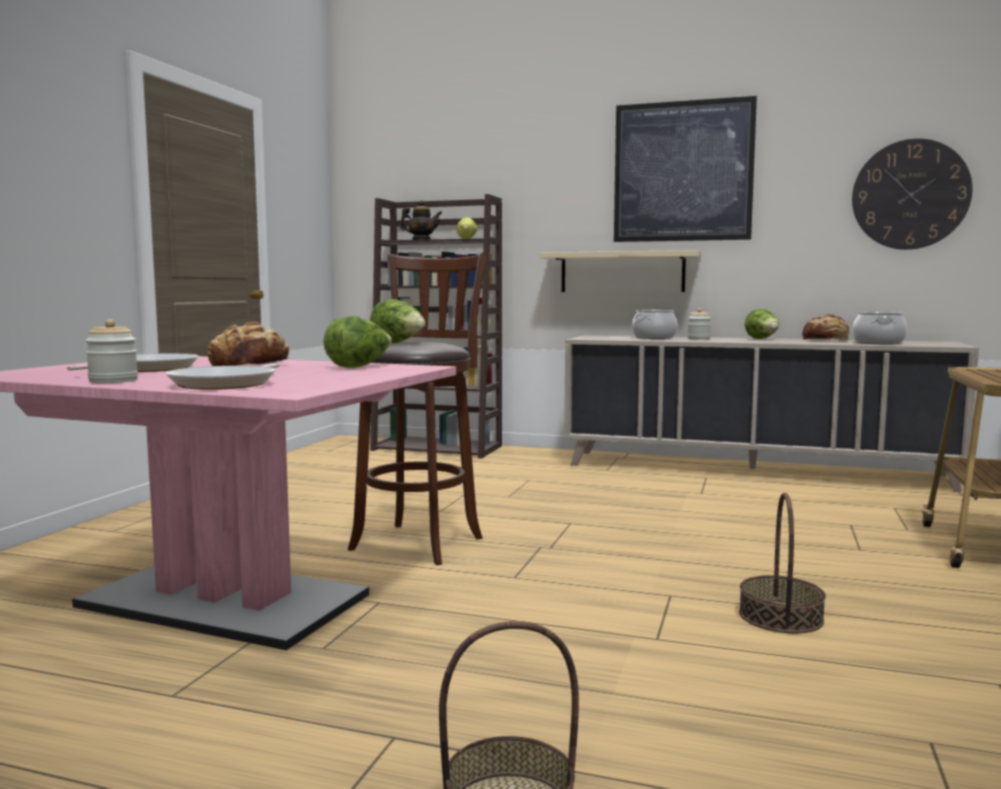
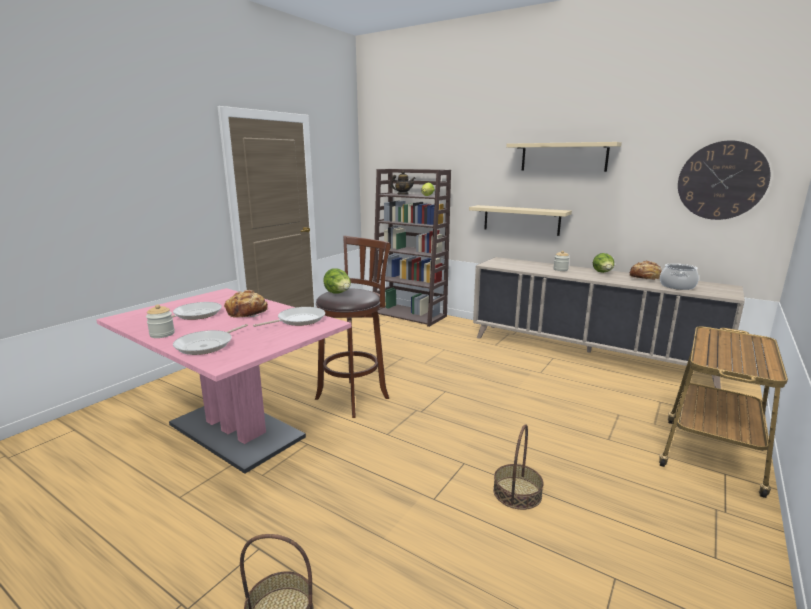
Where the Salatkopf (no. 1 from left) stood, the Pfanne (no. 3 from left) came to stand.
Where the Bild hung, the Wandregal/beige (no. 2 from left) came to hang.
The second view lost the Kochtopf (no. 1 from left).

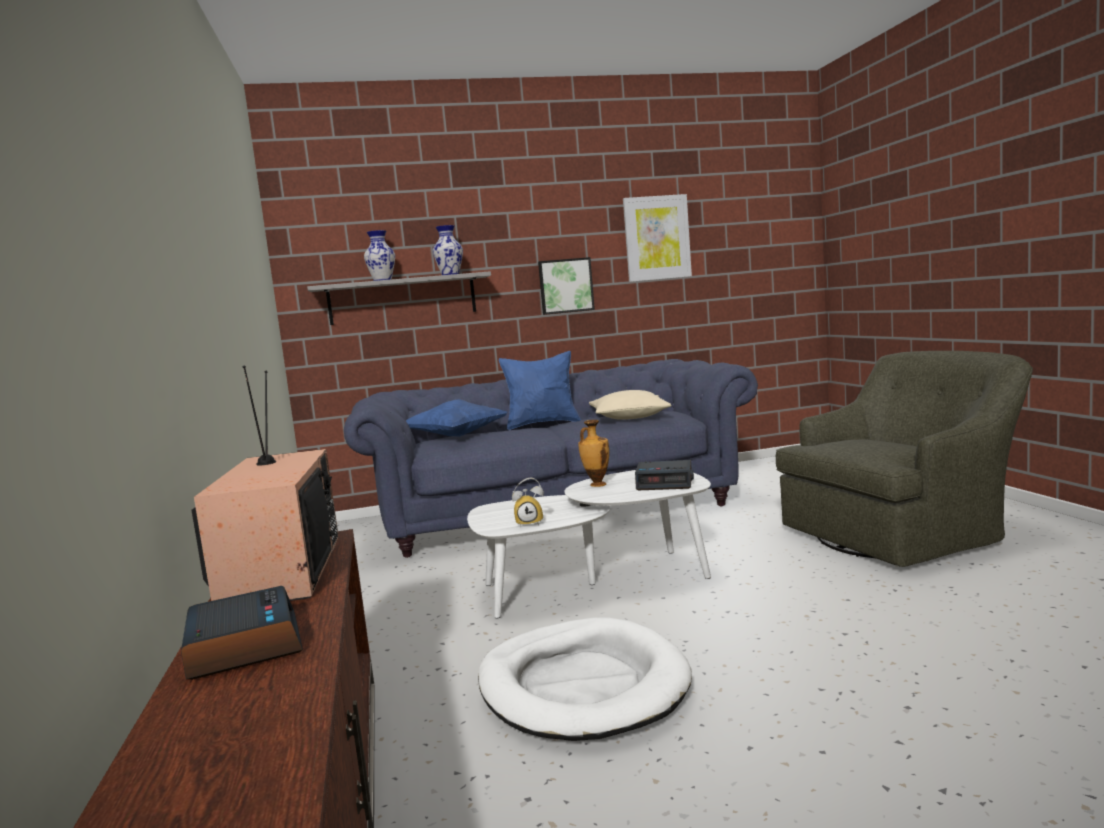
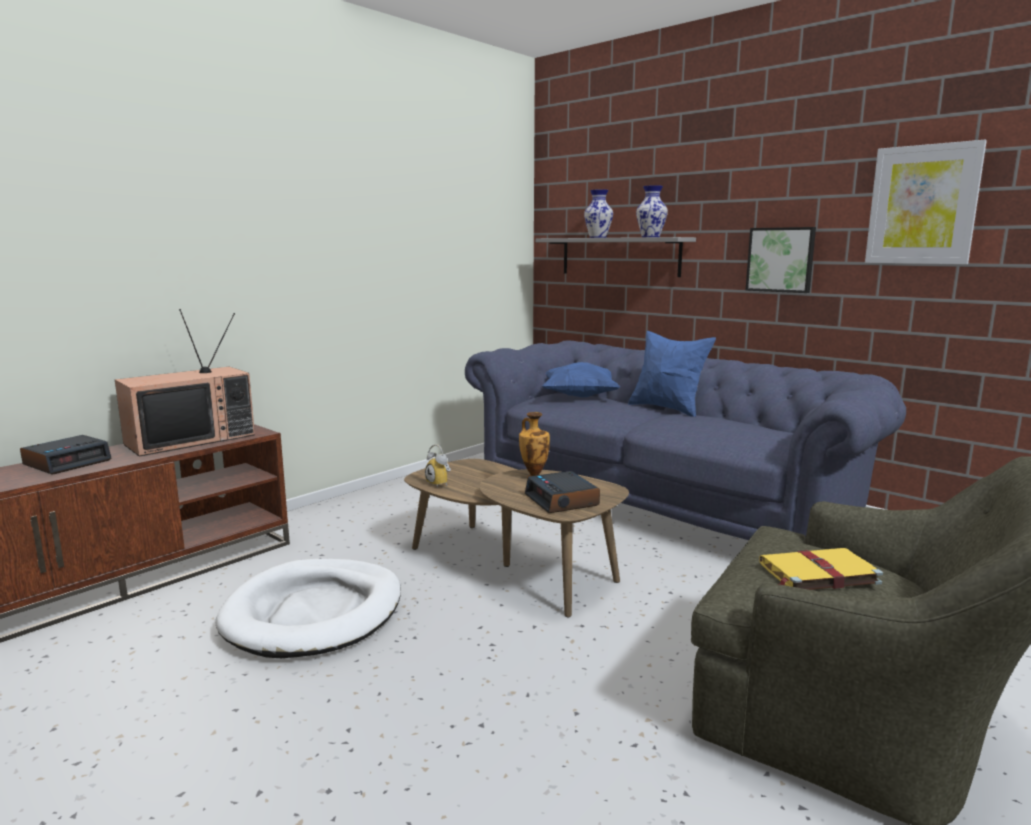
What was the Couchtisch/weiß turned into the Couchtisch/braun.
The second view gained the Buch/gelb.
The second view lost the Kissen/beige.

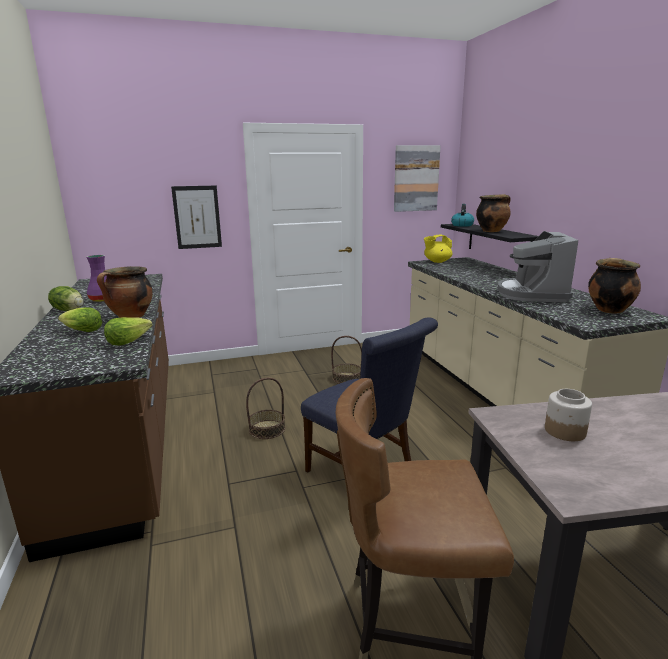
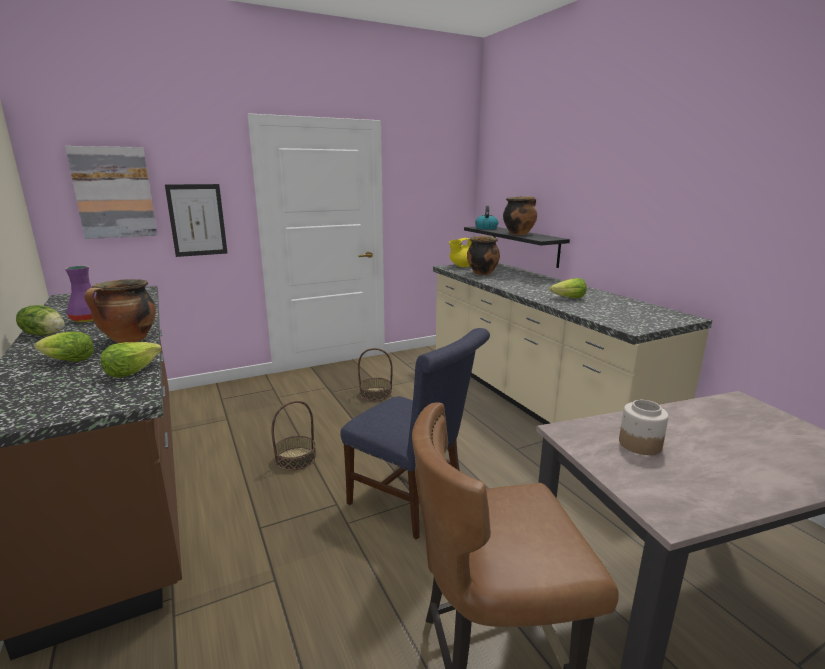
The Bild (no. 2 from left in the first image) ended up elsewhere.
The Kochtopf (no. 3 from left in the first image) ended up elsewhere.
Where the Kaffeemaschine stood, the Salatkopf (no. 4 from left) came to stand.

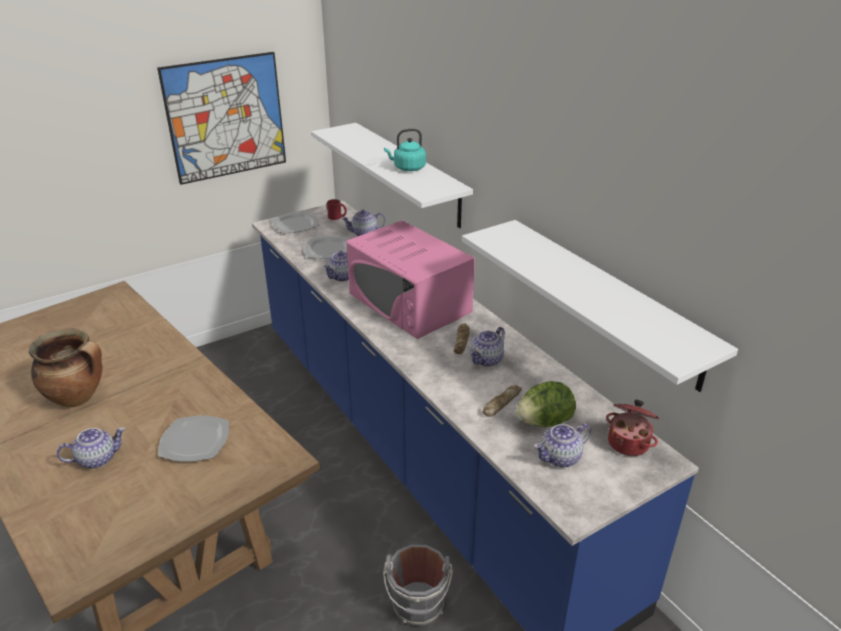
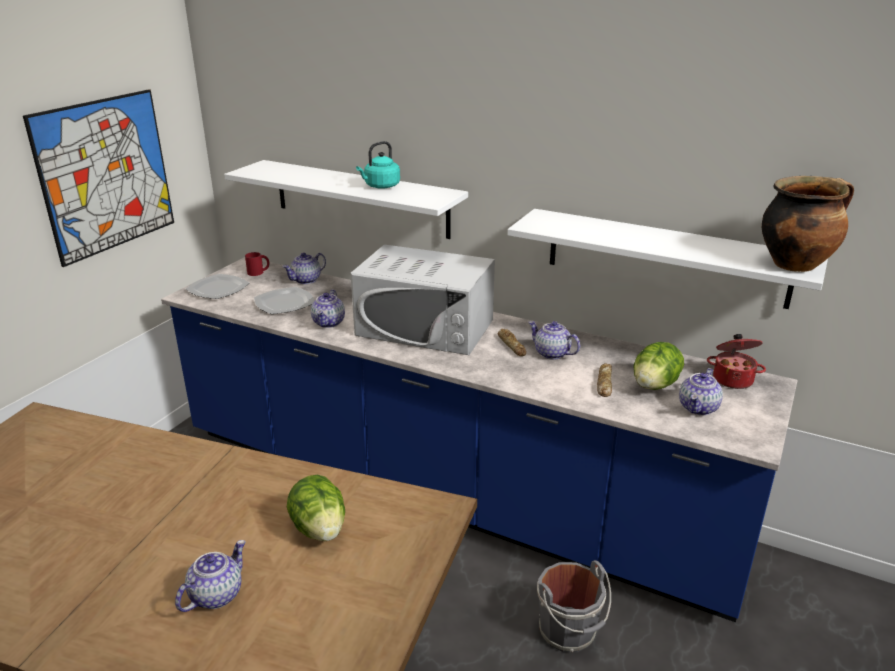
Where the Teller (no. 1 from left) stood, the Salatkopf (no. 1 from left) came to stand.
What was the Mikrowelle/rosa turned into the Mikrowelle/weiß.
The Teekanne (no. 4 from left) ended up facing another way, 120 degrees clockwise from before.
The Kochtopf (no. 1 from left in the first image) ended up elsewhere.

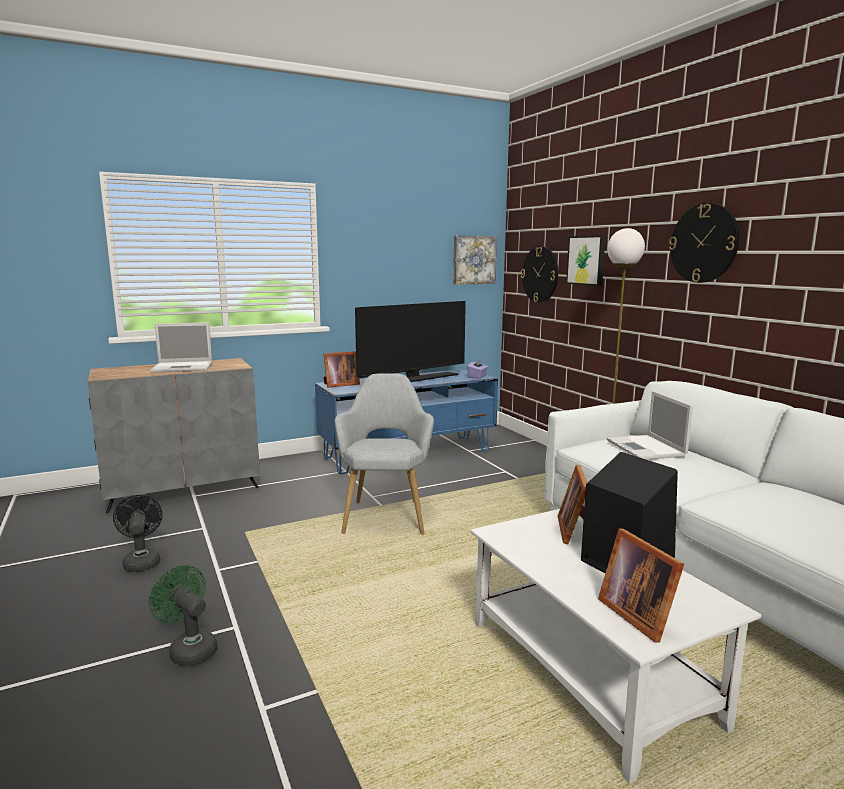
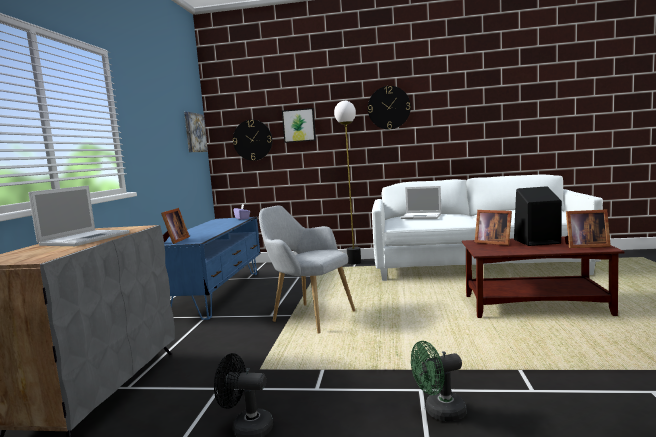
What was the Couchtisch/weiß turned into the Couchtisch/braun.
The second view lost the Fernseher.

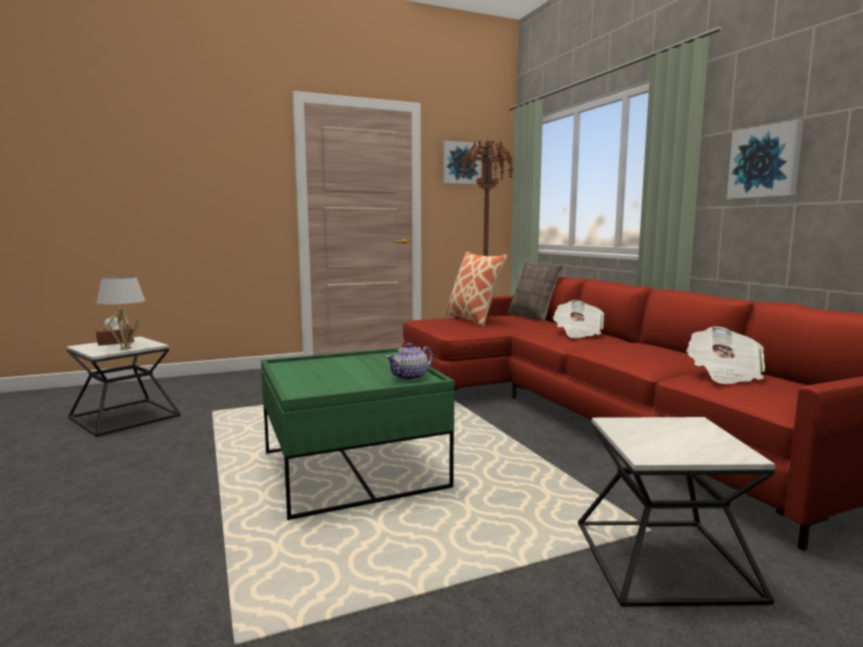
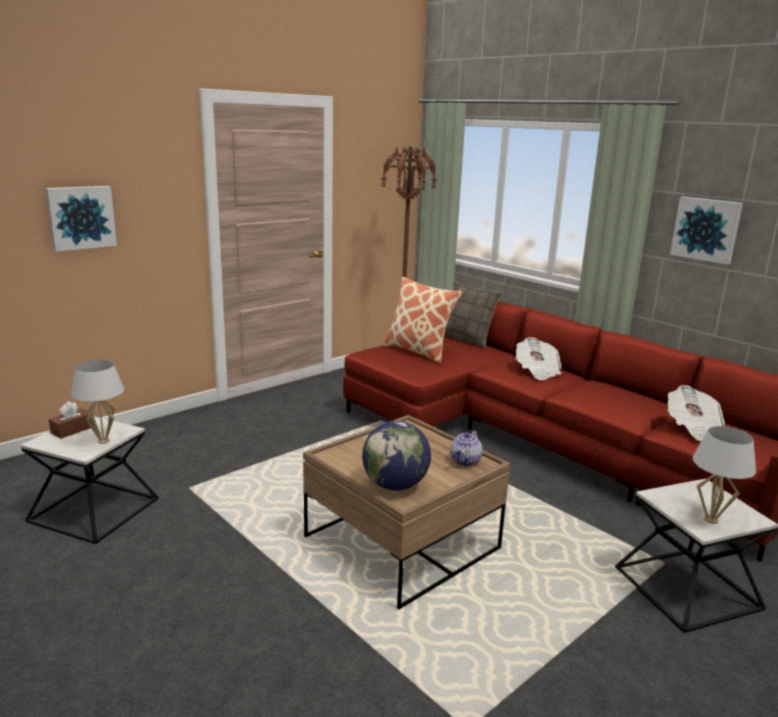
The Bild (no. 1 from left) ended up elsewhere.
What was the Couchtisch/grün turned into the Couchtisch/braun.
The second view gained the Globus.
The second view gained the Tischlampe/weiß (no. 2 from left).

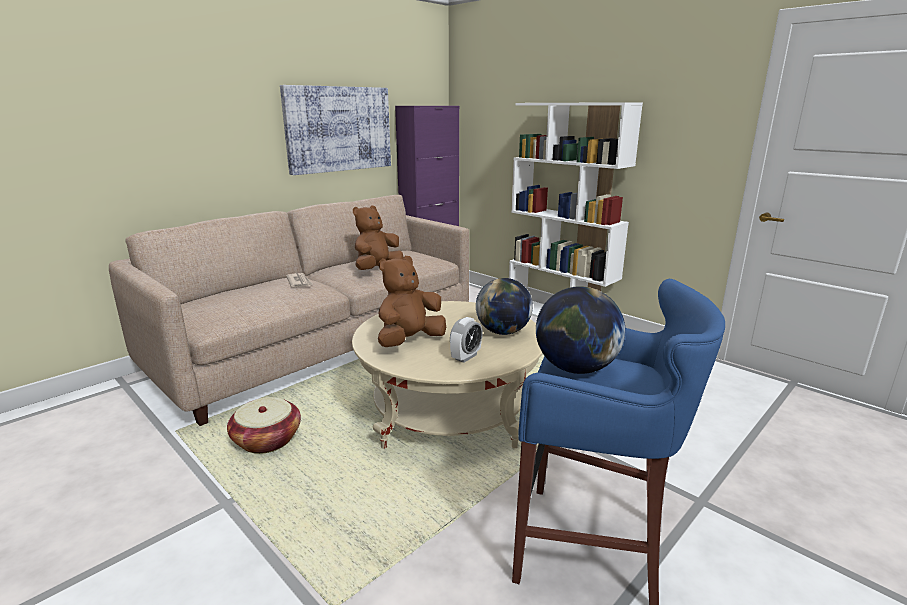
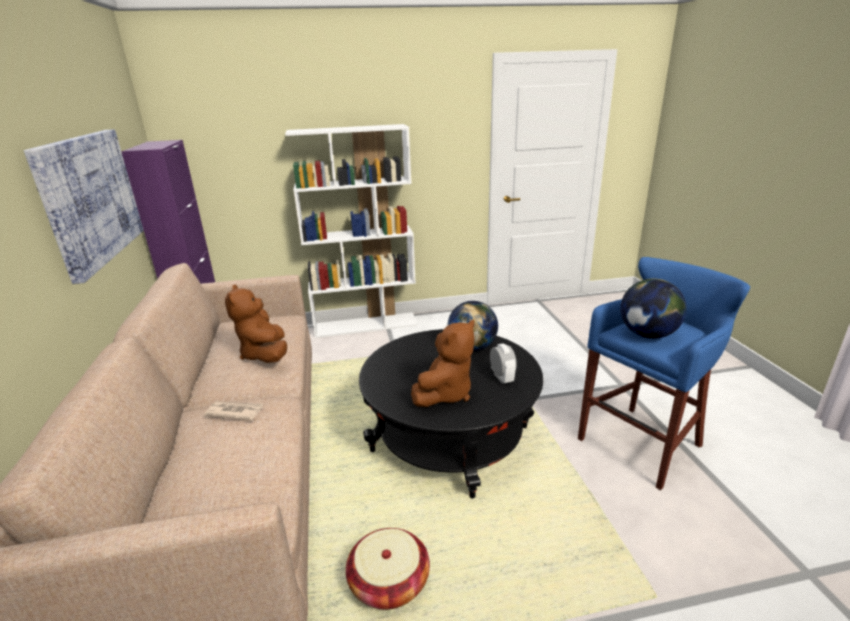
What was the Couchtisch/beige turned into the Couchtisch/schwarz.
The Plüschtier/braun (no. 2 from left) ended up facing another way, 135 degrees counterclockwise from before.

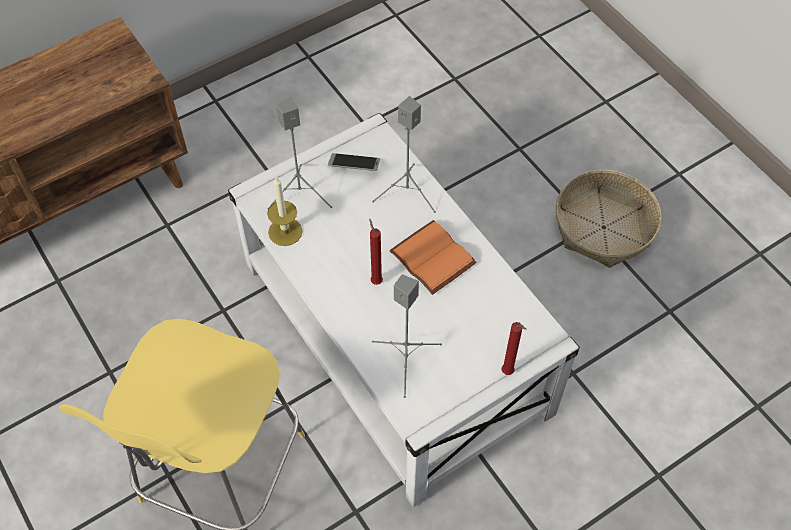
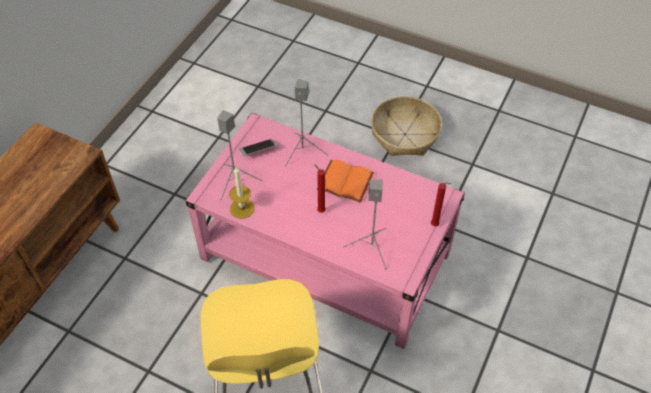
What was the Couchtisch/weiß turned into the Couchtisch/rosa.

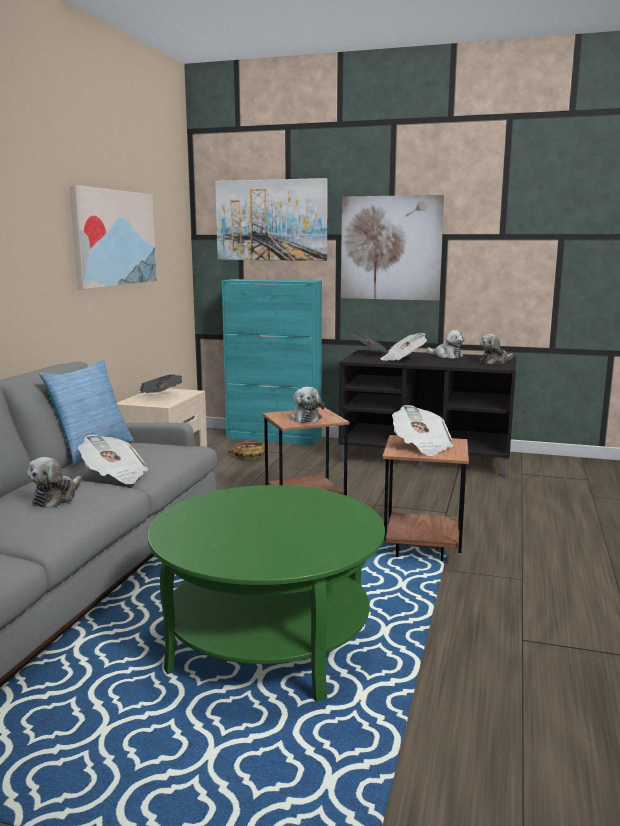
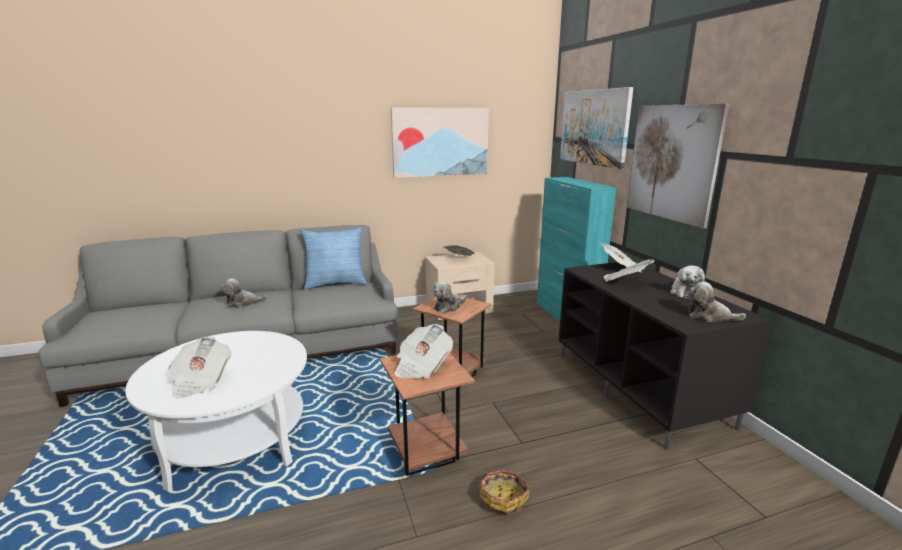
What was the Couchtisch/grün turned into the Couchtisch/weiß.
The Zeitung (no. 1 from left) ended up elsewhere.
The Korb ended up elsewhere.

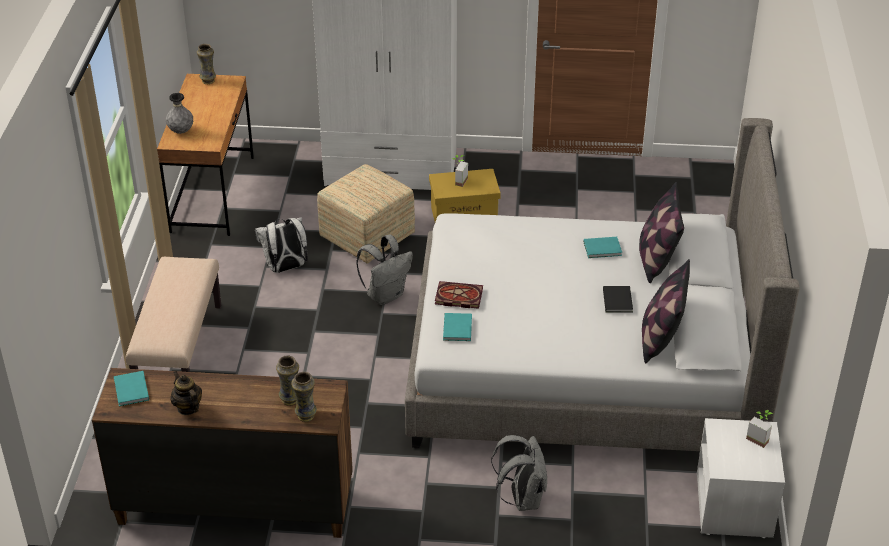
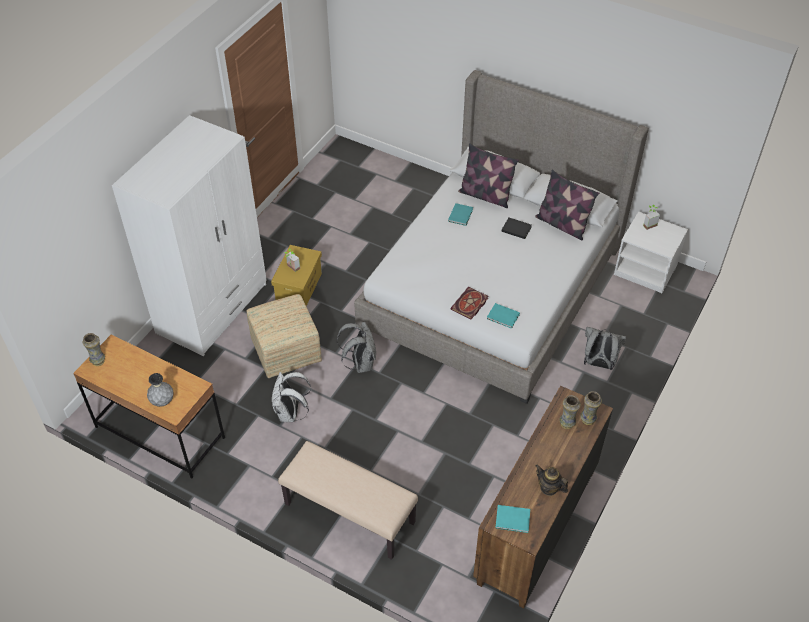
The Teekanne ended up facing another way, 45 degrees clockwise from before.

